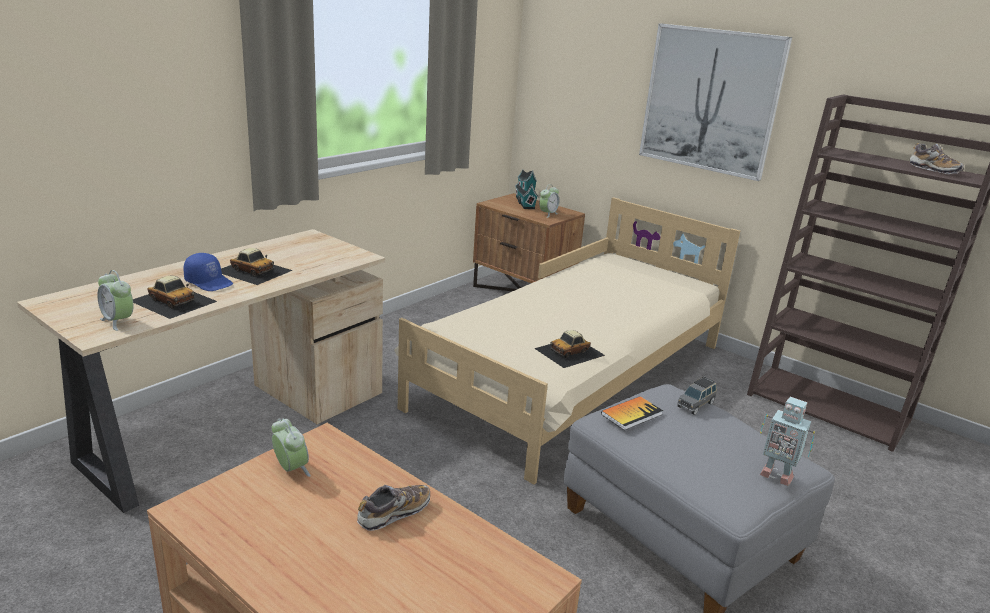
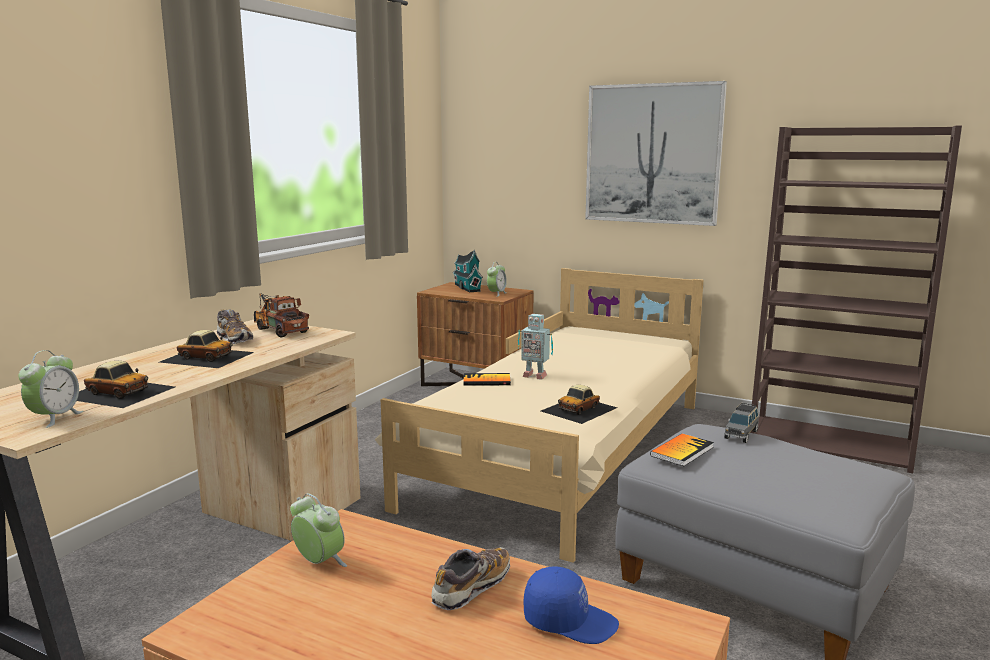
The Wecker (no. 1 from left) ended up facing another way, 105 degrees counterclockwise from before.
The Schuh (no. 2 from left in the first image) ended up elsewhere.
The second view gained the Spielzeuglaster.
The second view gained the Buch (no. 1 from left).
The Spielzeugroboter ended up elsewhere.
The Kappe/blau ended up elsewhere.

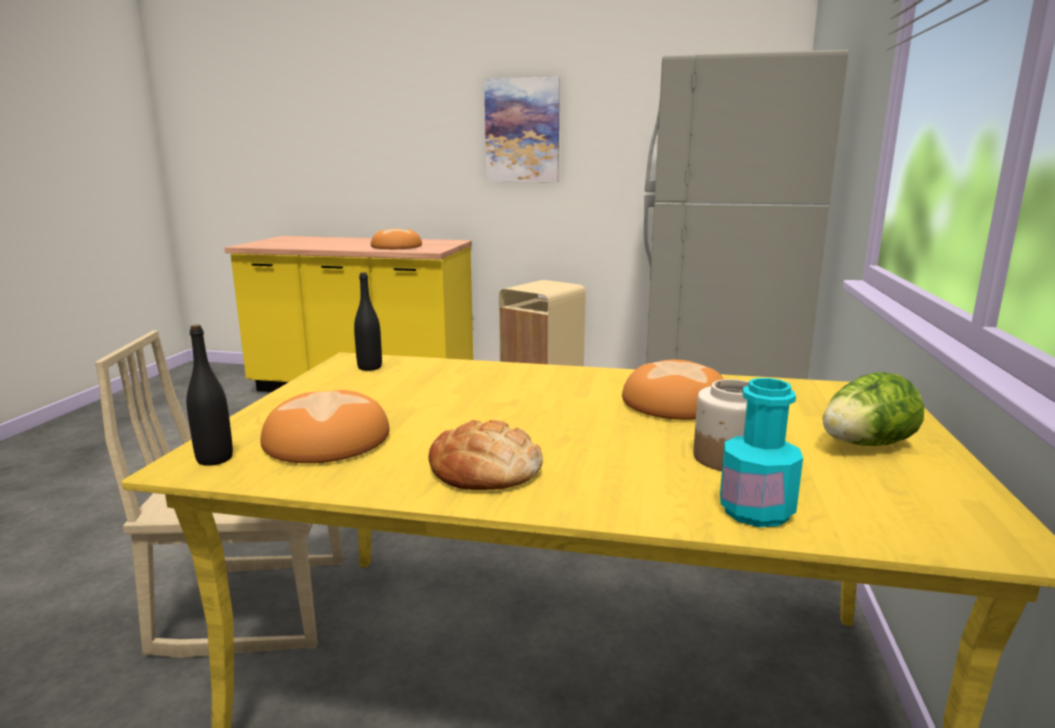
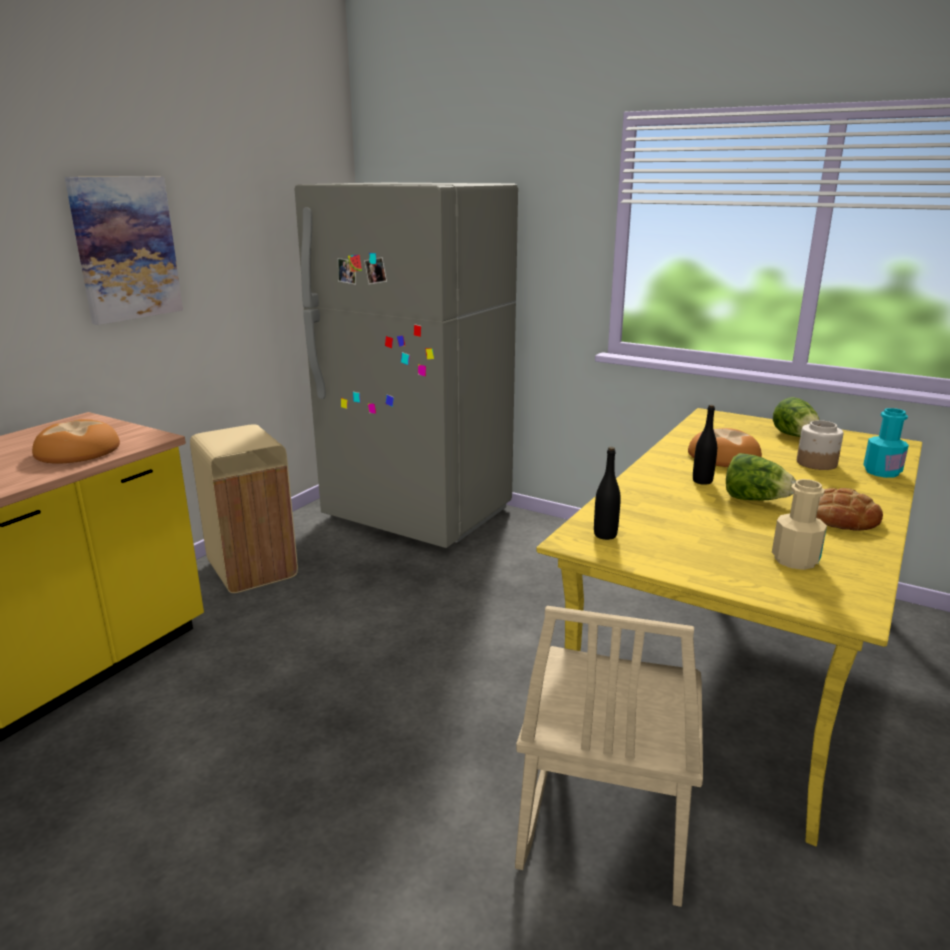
The Flasche/schwarz (no. 1 from left in the first image) ended up elsewhere.
The second view gained the Salatkopf (no. 1 from left).
Where the Brot (no. 1 from left) stood, the Flasche/beige came to stand.

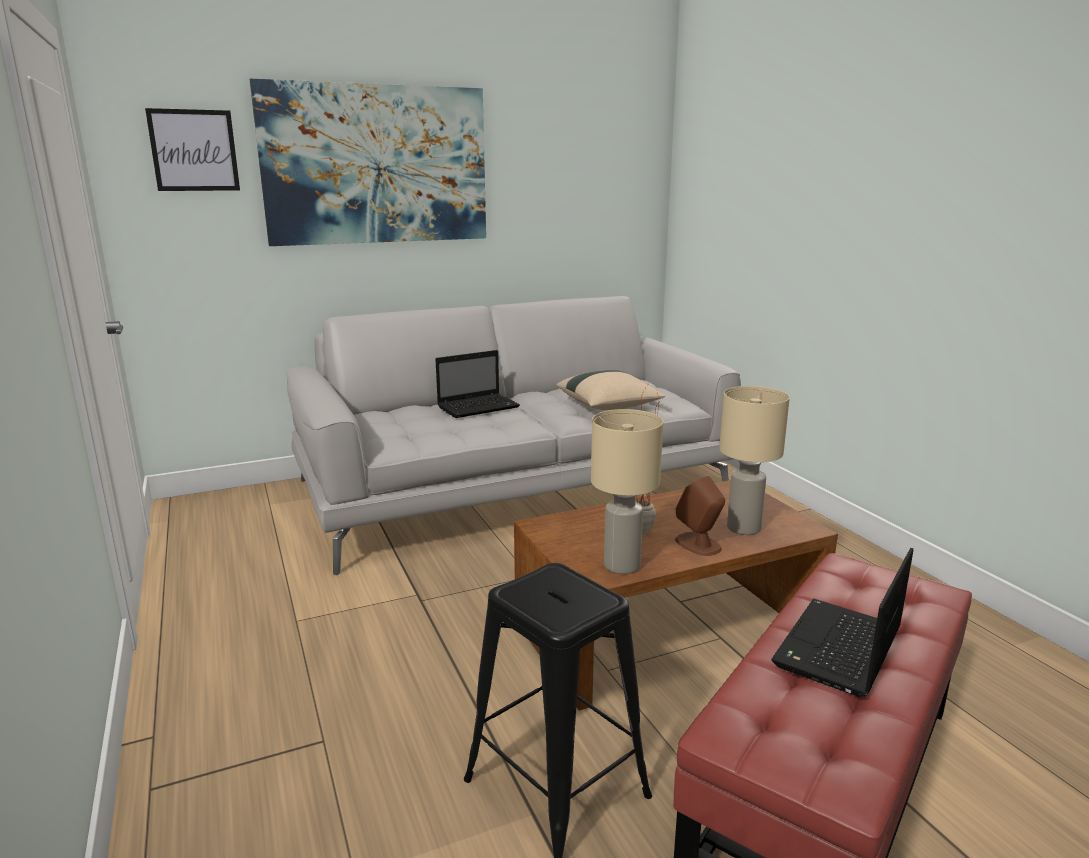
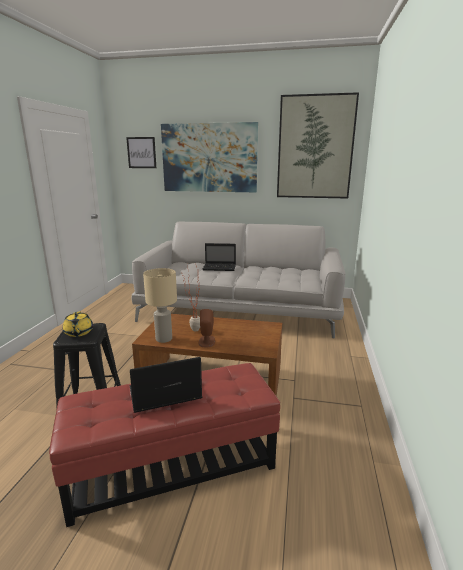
The second view gained the Teekanne/gelb.
The second view gained the Bild (no. 3 from left).
The second view lost the Kissen/beige.
The second view lost the Tischlampe/beige (no. 2 from left).

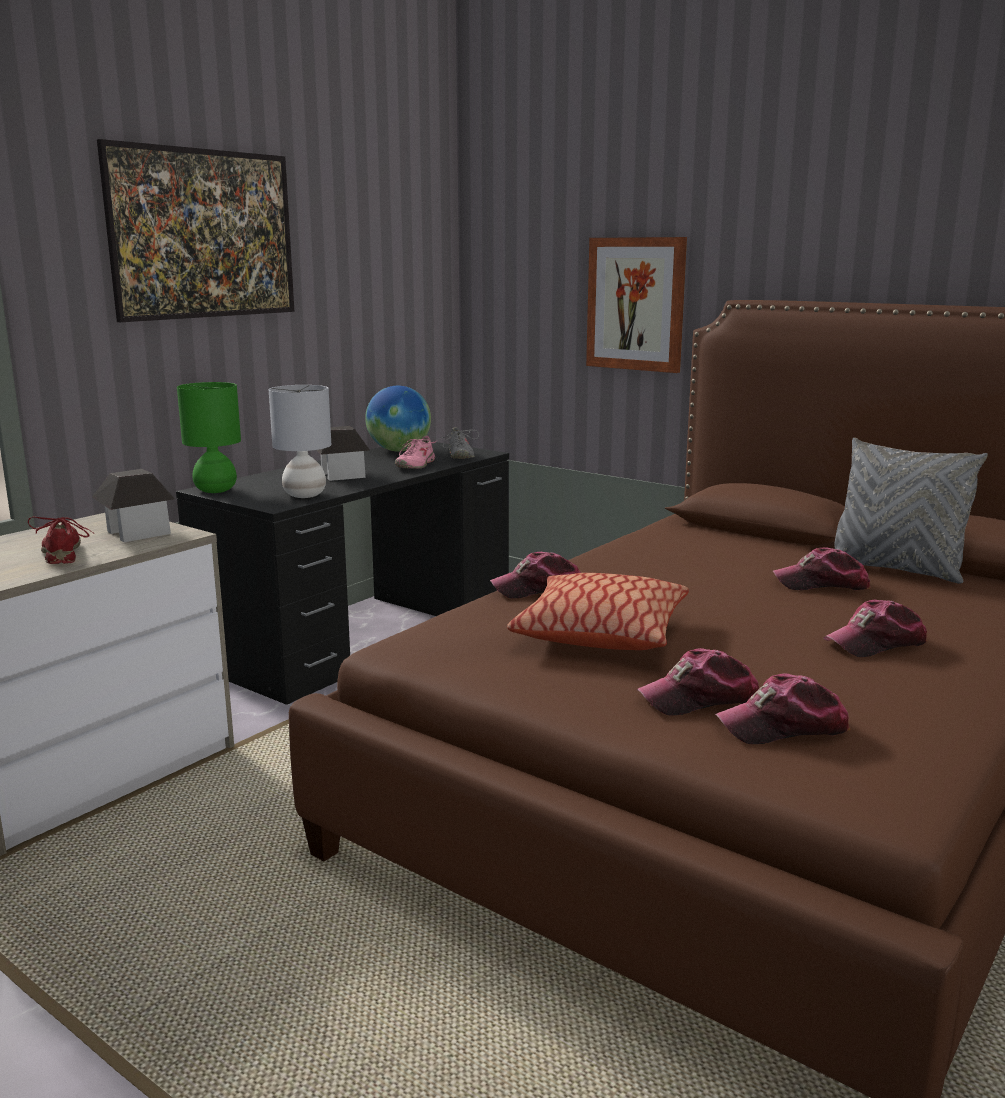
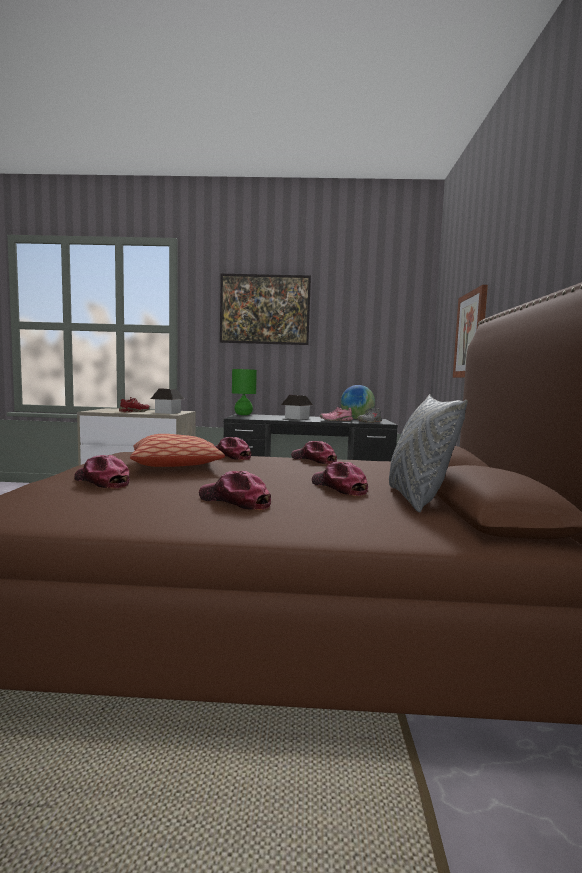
The Kappe (no. 3 from left in the first image) ended up elsewhere.
The second view lost the Tischlampe/grau.

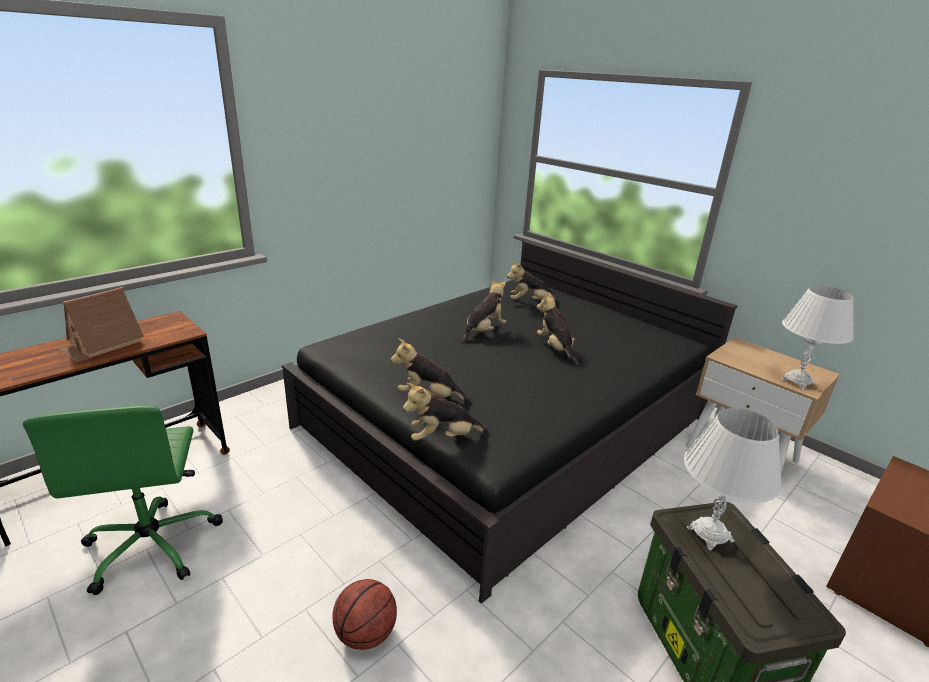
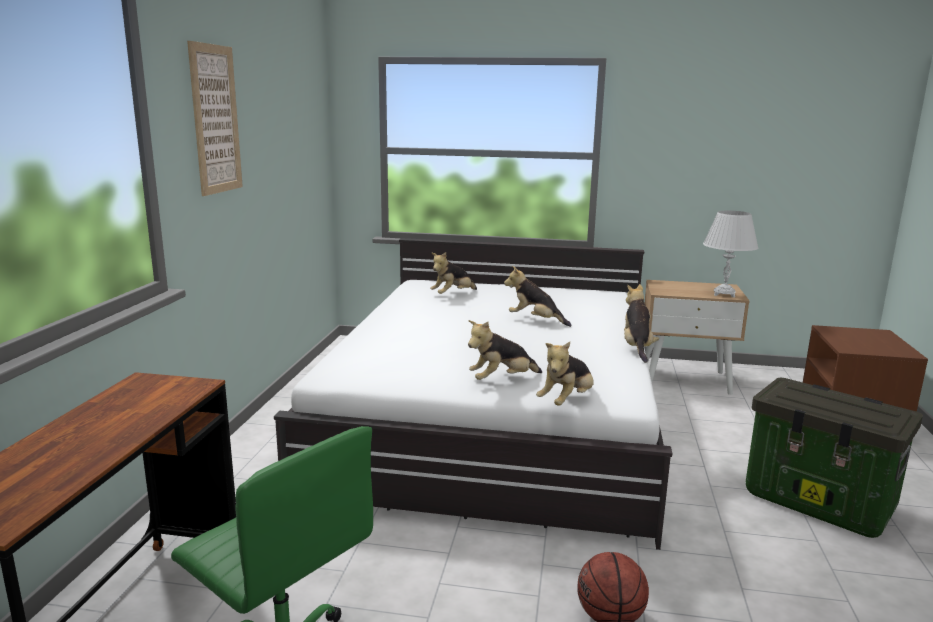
The second view gained the Bild.
What was the Bett/schwarz turned into the Bett/weiß.
The Plüschtier (no. 3 from left in the first image) ended up elsewhere.
The second view lost the Spielzeughaus.
The second view lost the Tischlampe/weiß (no. 1 from left).

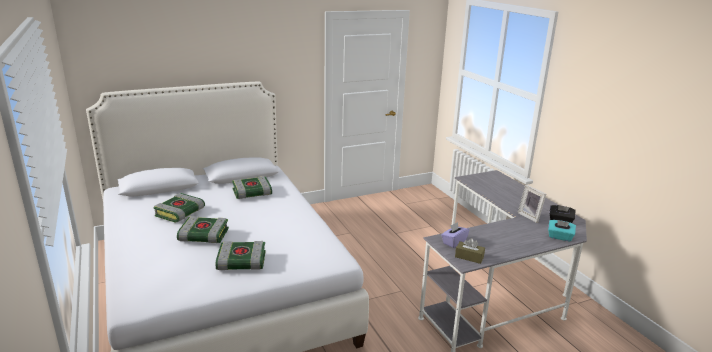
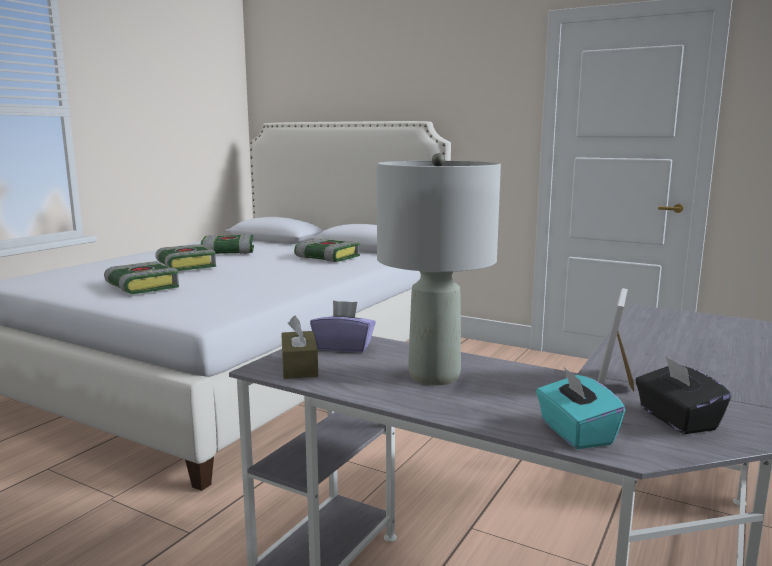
The second view gained the Tischlampe/grau.

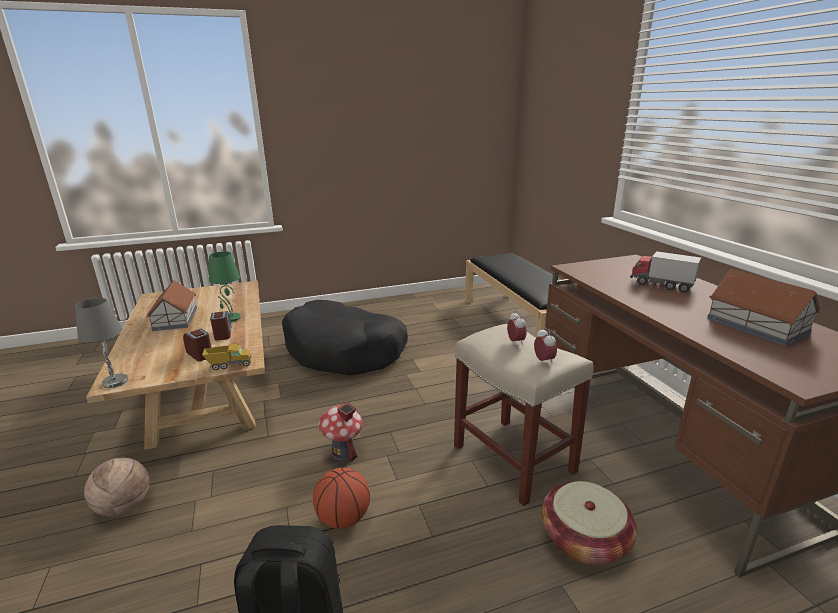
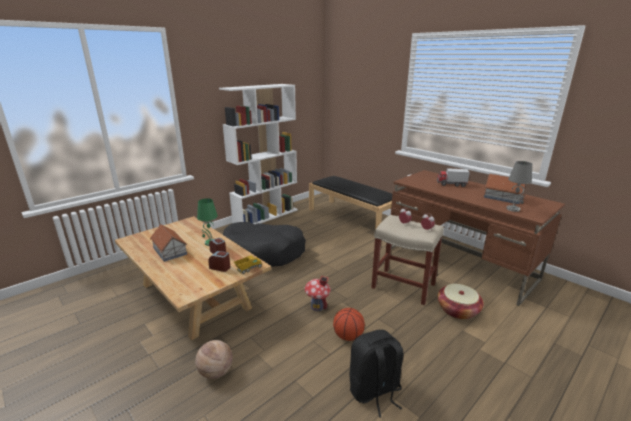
The second view gained the Bücherregal/weiß.
The Tischlampe/grau ended up elsewhere.

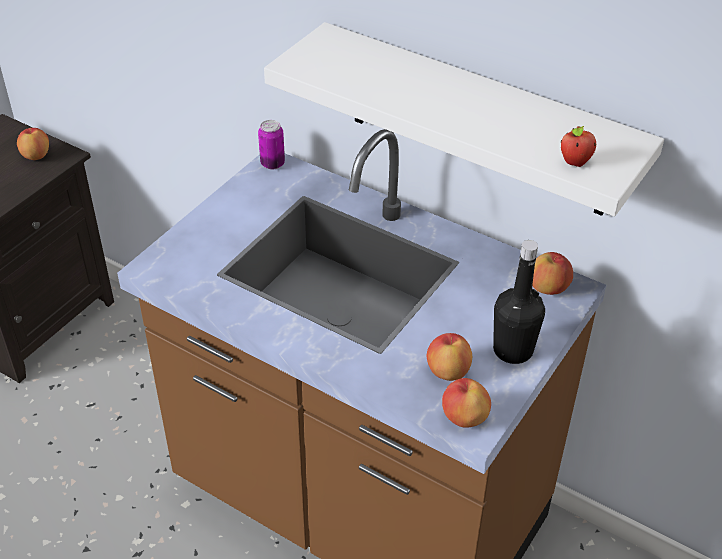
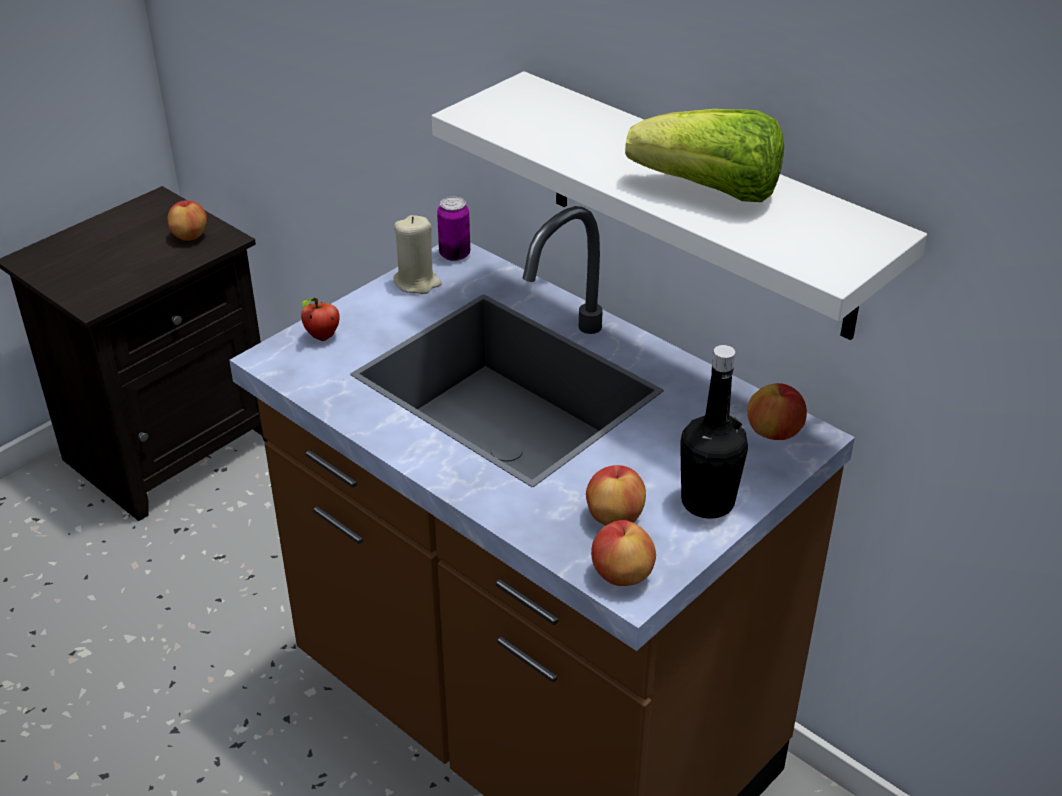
The Apfel (no. 5 from left in the first image) ended up elsewhere.
The second view gained the Kerze/beige.
The second view gained the Salatkopf.

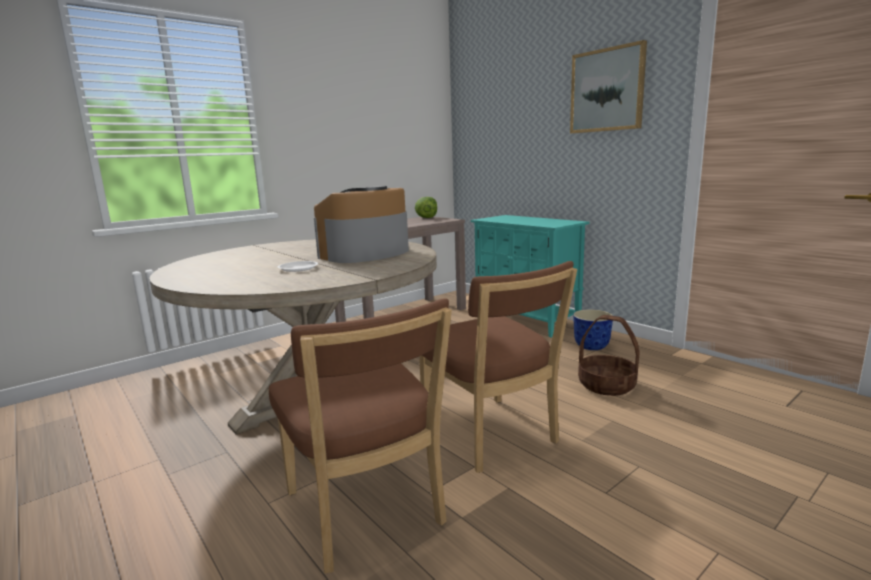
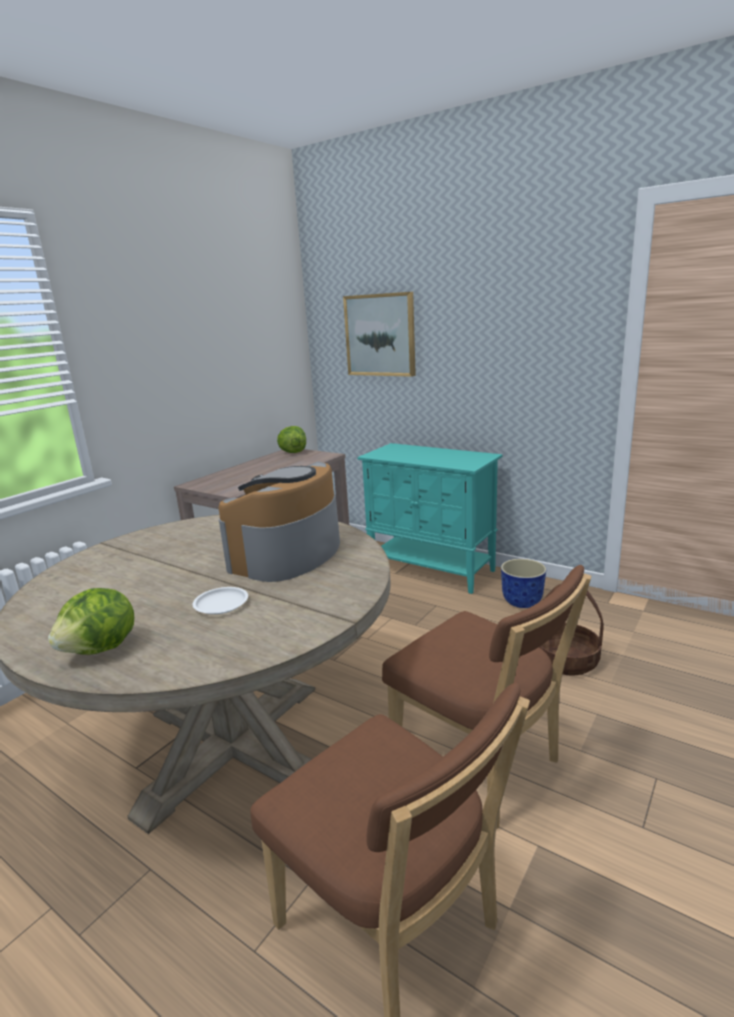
The second view gained the Salatkopf (no. 1 from left).
The Bild ended up elsewhere.

